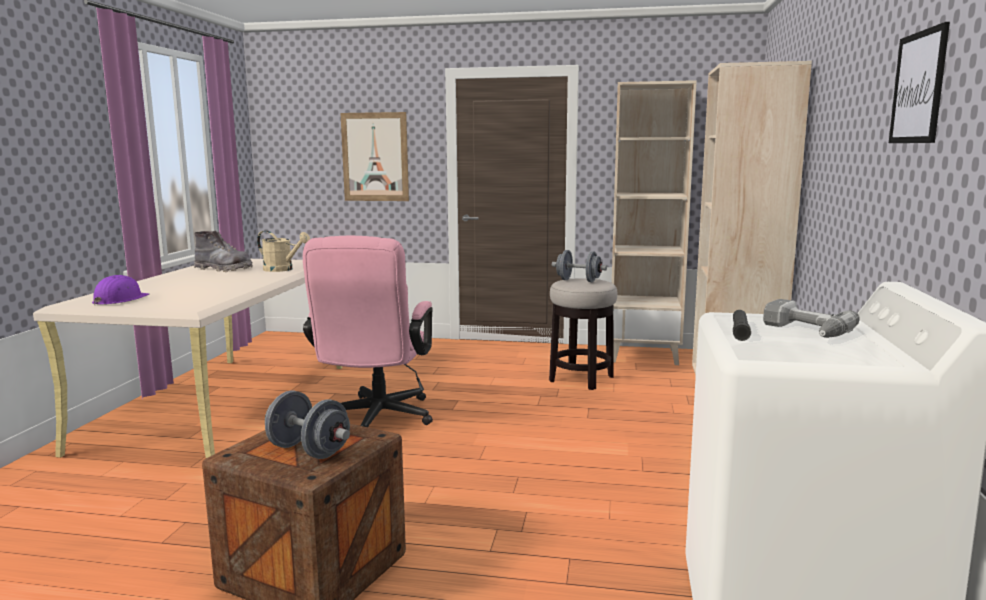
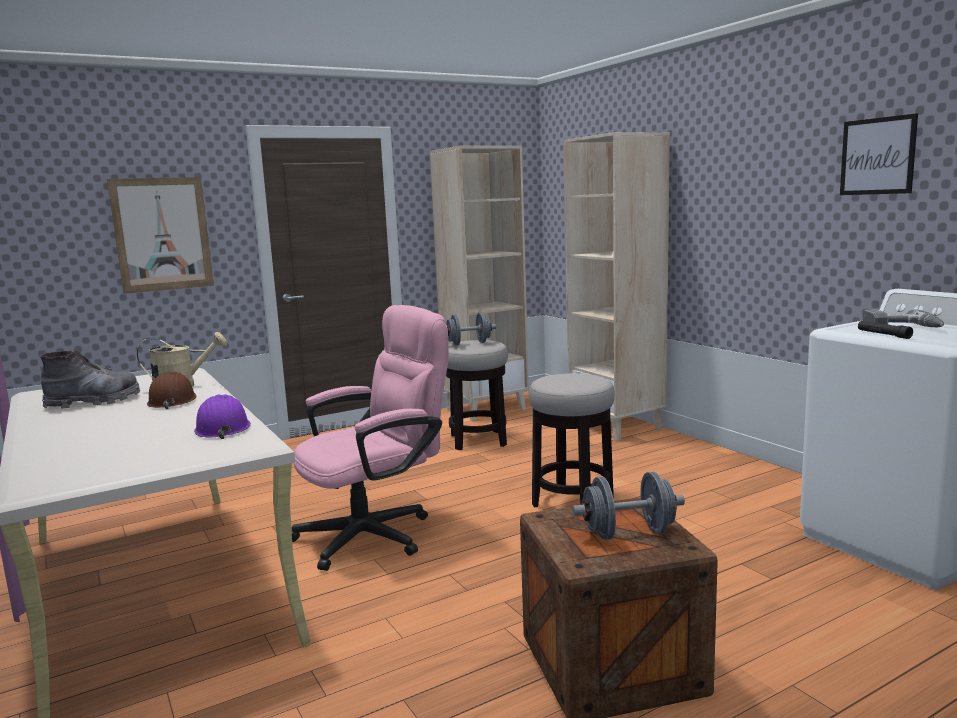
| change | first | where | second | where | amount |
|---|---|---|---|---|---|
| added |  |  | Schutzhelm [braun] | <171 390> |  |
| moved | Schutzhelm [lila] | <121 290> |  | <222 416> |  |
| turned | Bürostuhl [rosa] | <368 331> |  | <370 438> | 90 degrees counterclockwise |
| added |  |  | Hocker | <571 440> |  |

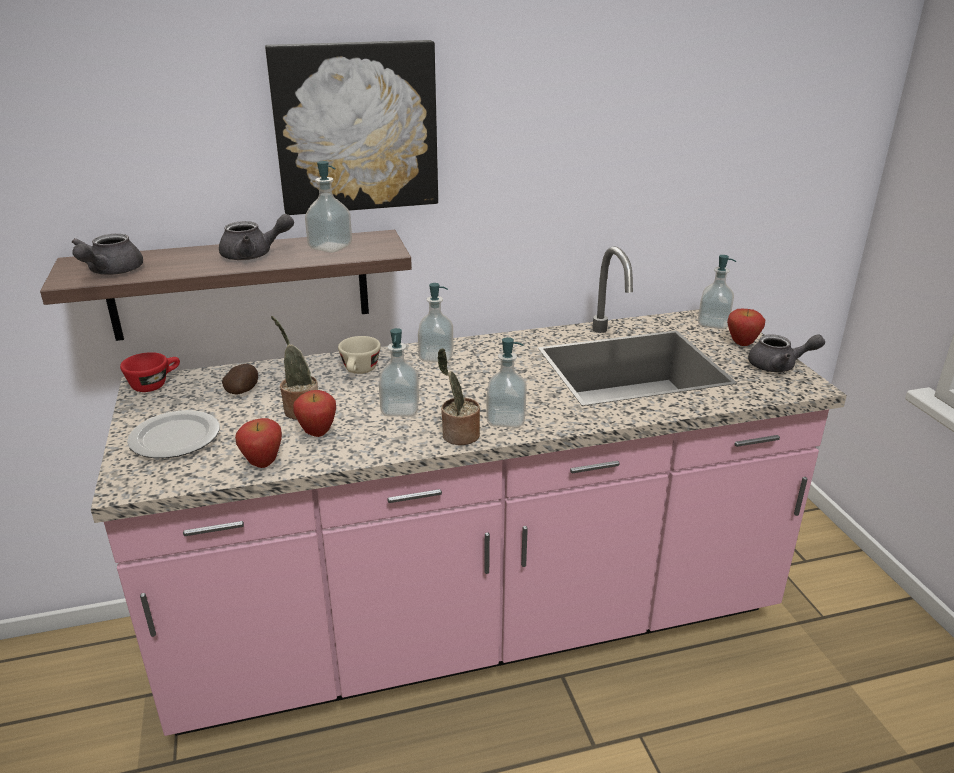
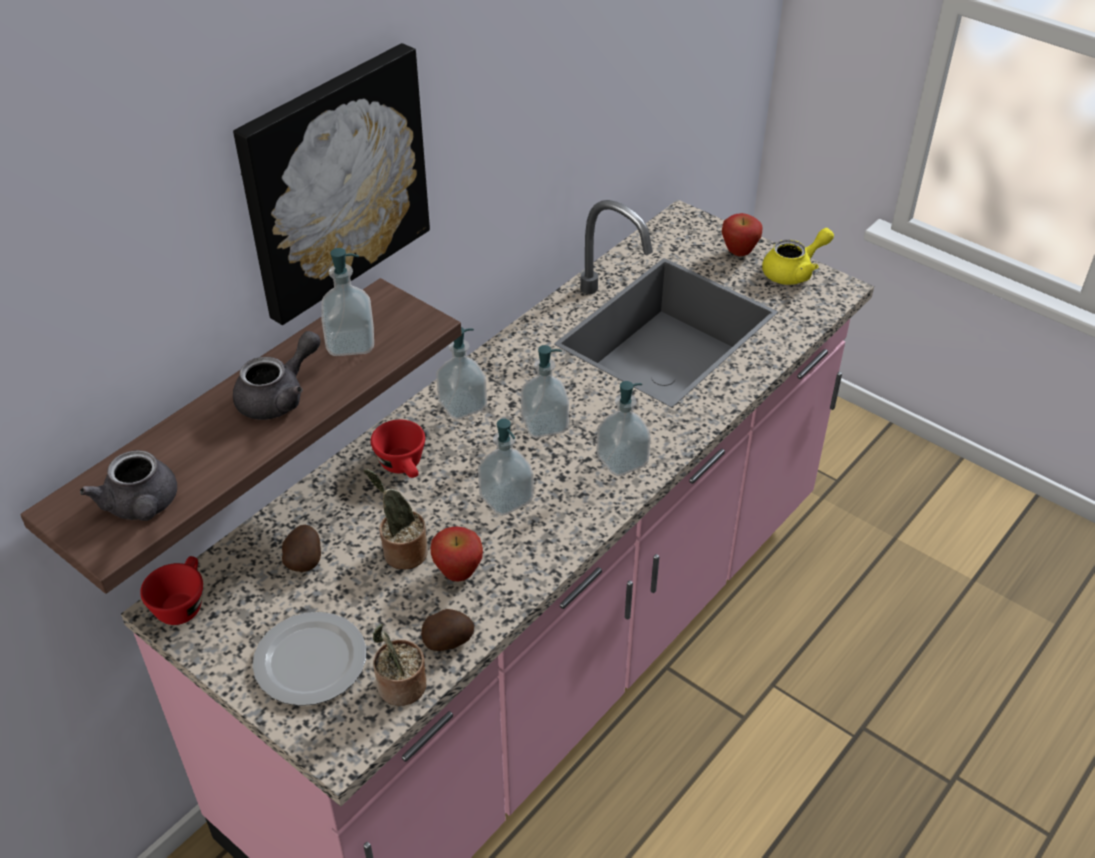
| change | first | where | second | where | amount |
|---|---|---|---|---|---|
| recoloured | Tasse [beige] | <359 355> | Tasse [rot] | <398 449> |  |
| moved | Topfpflanze | <458 396> |  | <399 665> |  |
| replaced | Apfel | <258 443> | Kartoffel | <447 630> |  |
| moved | Seifenspender | <717 292> |  | <545 391> |  |
| recoloured | Teekanne [grau] | <786 353> | Teekanne [gelb] | <798 256> |  |

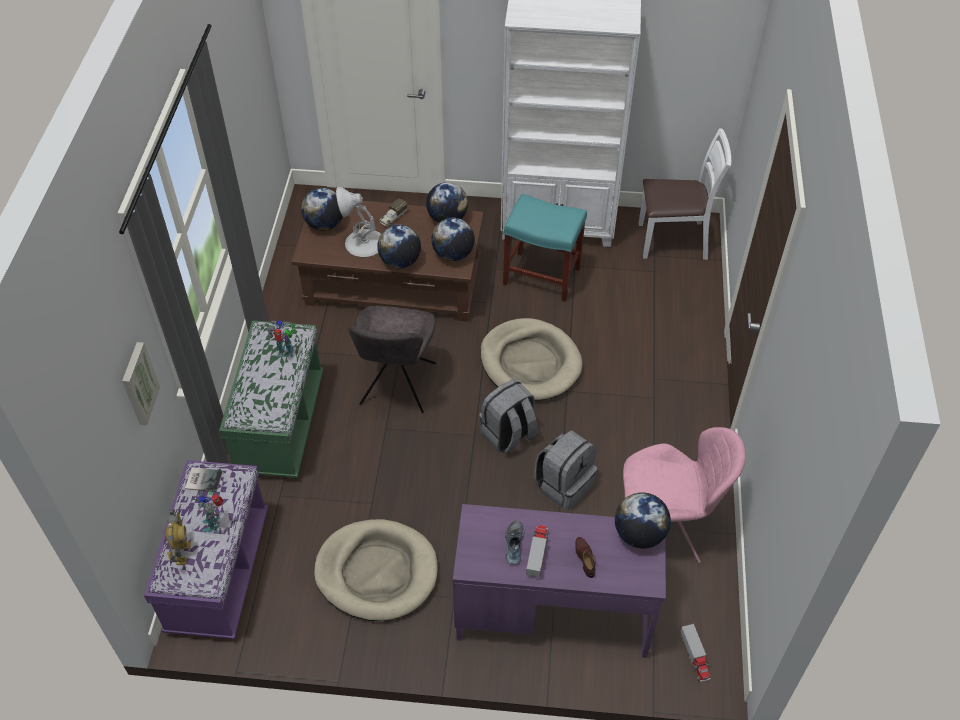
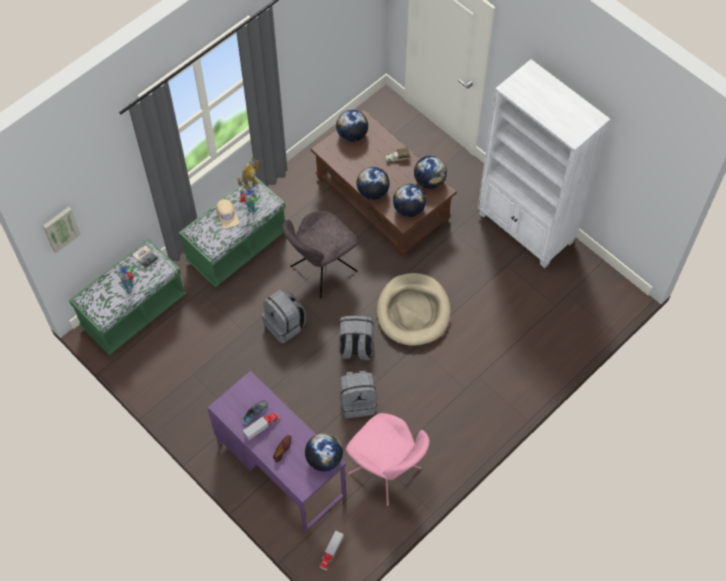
| change | first | where | second | where | amount |
|---|---|---|---|---|---|
| moved | Bild | <141 383> |  | <62 230> |  |
| recoloured | Bank [lila] | <206 549> | Bank [grün] | <127 297> |  |
| added |  |  | Kappe [beige] | <227 213> |  |
| moved | Spielzeugroboter | <178 537> |  | <248 173> |  |
| added |  |  | Rucksack [grau] | <284 317> |  |
| removed | Hundebett [beige] | <376 570> |  |  |  |
| removed | Tischlampe [weiß] | <358 222> |  |  |  |
| removed | Hocker [türkis] | <545 248> |  |  |  |
| removed | Stuhl [weiß] | <685 194> |  |  |  |

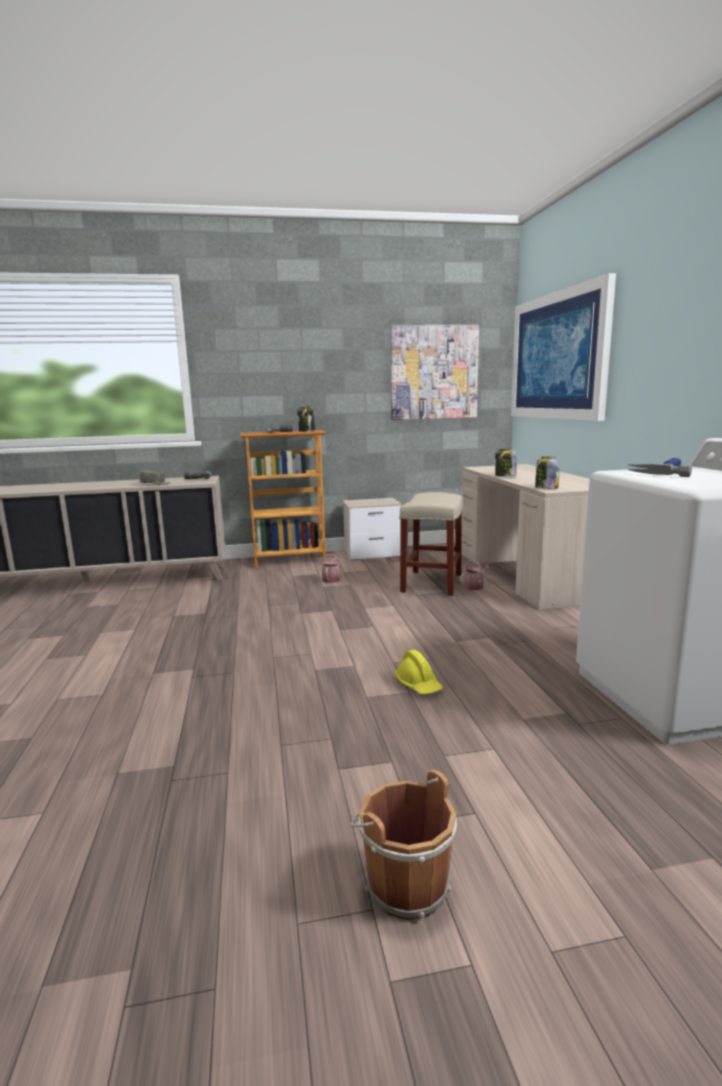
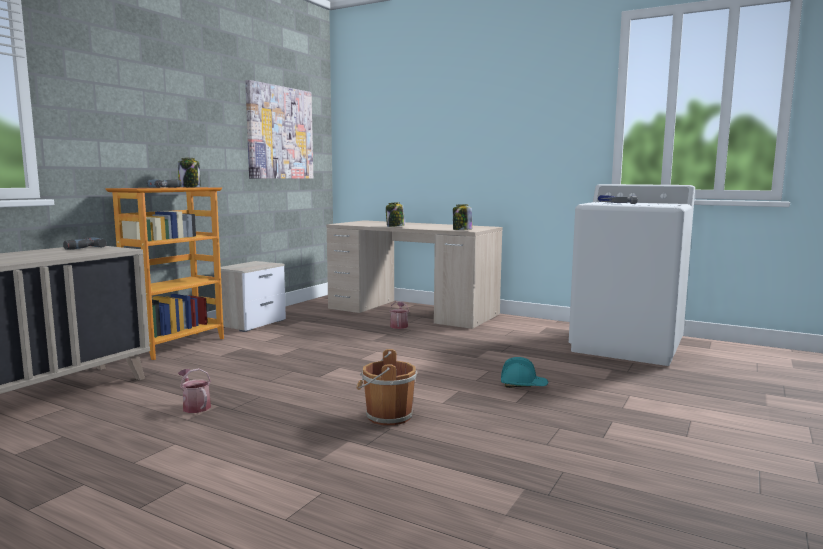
| change | first | where | second | where | amount |
|---|---|---|---|---|---|
| moved | Gießkanne | <330 568> |  | <194 390> |  |
| moved | Eimer [braun] | <404 845> |  | <386 387> |  |
| recoloured | Schutzhelm [gelb] | <418 672> | Schutzhelm [türkis] | <524 372> |  |
| removed | Kappe [grau] | <155 477> |  |  |  |
| removed | Hocker [beige] | <431 544> |  |  |  |
| removed | Bild | <563 347> |  |  |  |

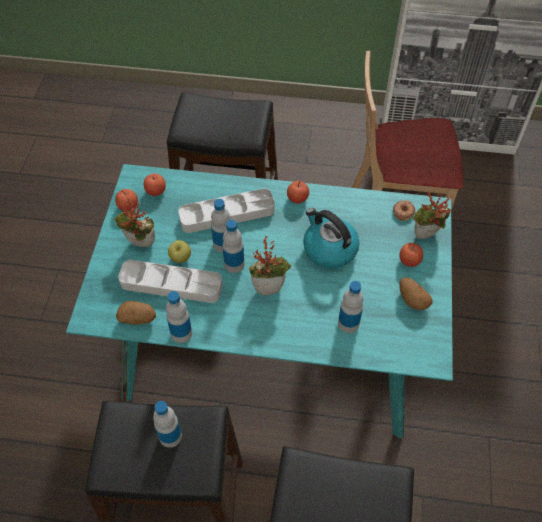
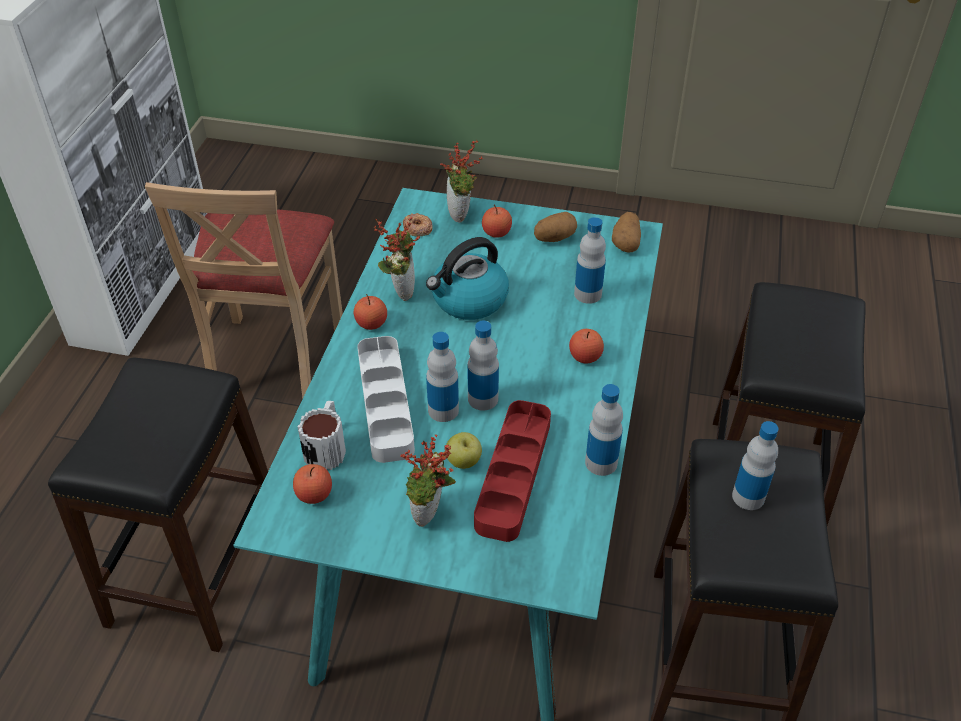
| change | first | where | second | where | amount |
|---|---|---|---|---|---|
| added |  |  | Henkelbecher | <322 435> |  |
| moved | Topfpflanze | <270 265> |  | <396 259> |  |
| recoloured | Tablett [grau] | <170 281> | Tablett [rot] | <512 471> |  |
| moved | Apfel | <126 200> |  | <586 346> |  |
| moved | Kartoffel | <136 312> |  | <626 232> |  |

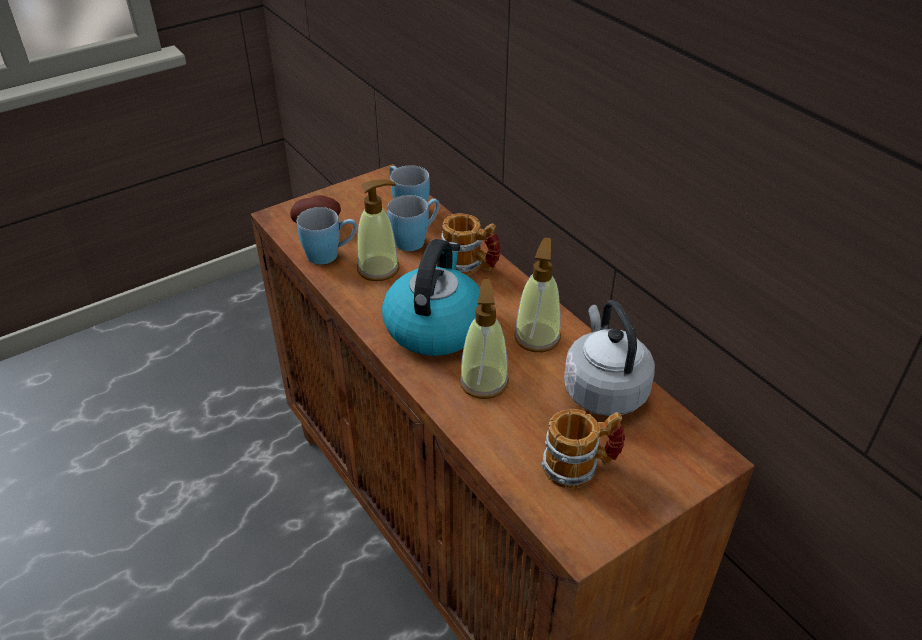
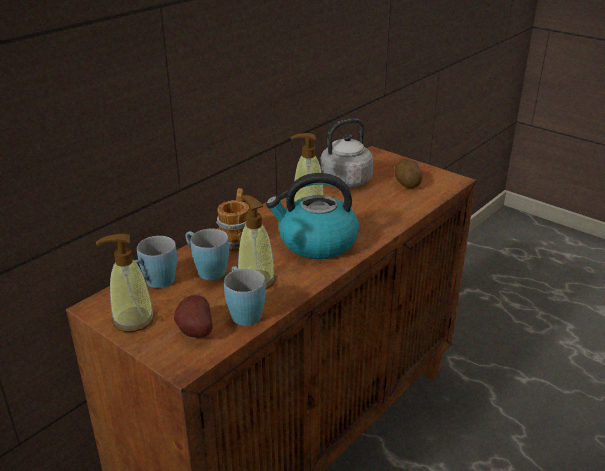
| change | first | where | second | where | amount |
|---|---|---|---|---|---|
| moved | Seifenspender | <484 339> |  | <125 283> |  |
| replaced | Henkelbecher | <583 449> | Kartoffel | <408 173> |  |

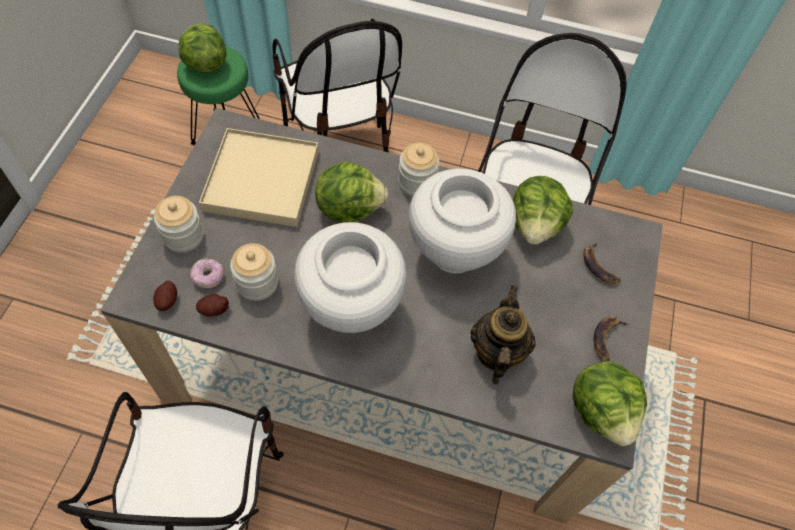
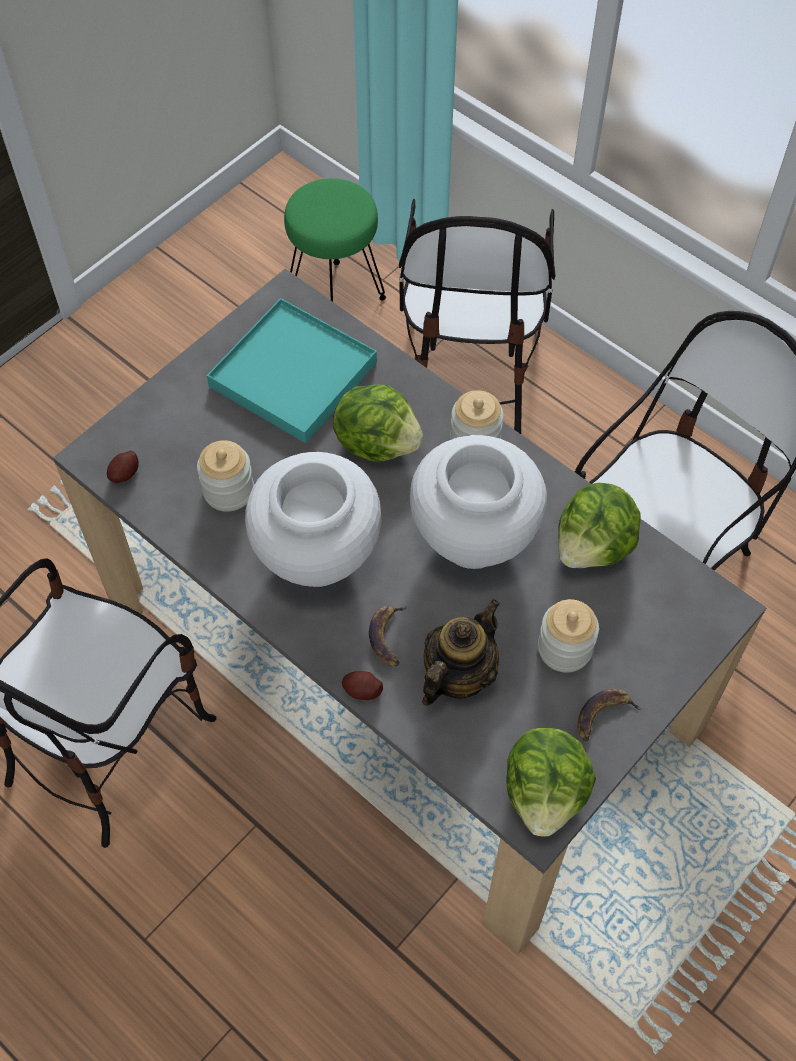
| change | first | where | second | where | amount |
|---|---|---|---|---|---|
| recoloured | Tablett [beige] | <259 177> | Tablett [türkis] | <292 370> |  |
| moved | Kartoffel | <212 305> |  | <362 685> |  |
| moved | Banane | <602 263> |  | <388 636> |  |
| moved | Vorratsglas | <179 224> |  | <568 636> |  |
| removed | Salatkopf | <202 48> |  |  |  |
| removed | Donut | <207 273> |  |  |  |

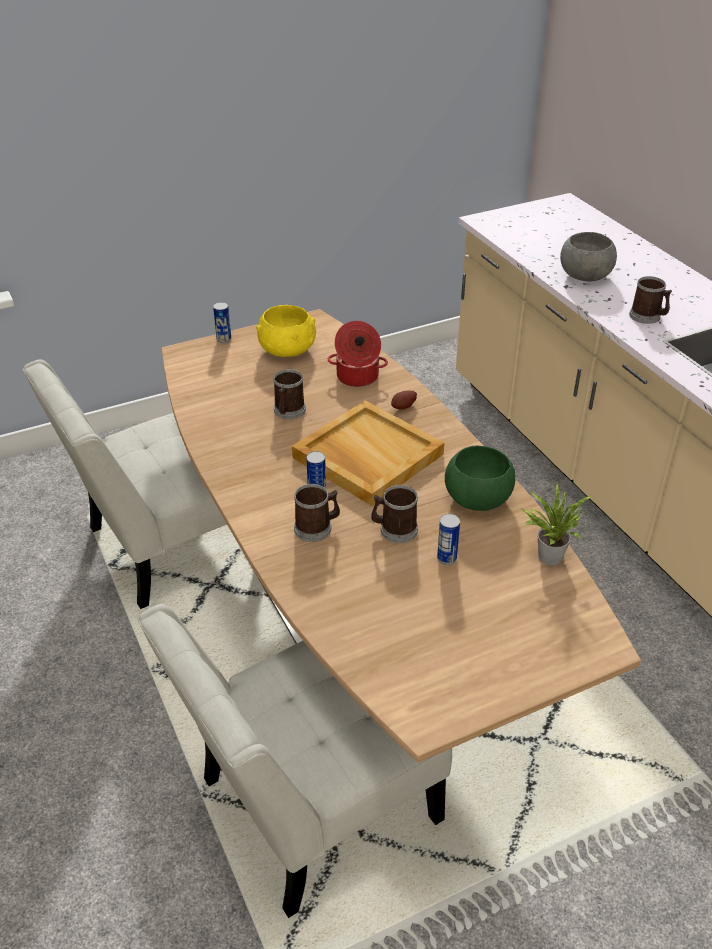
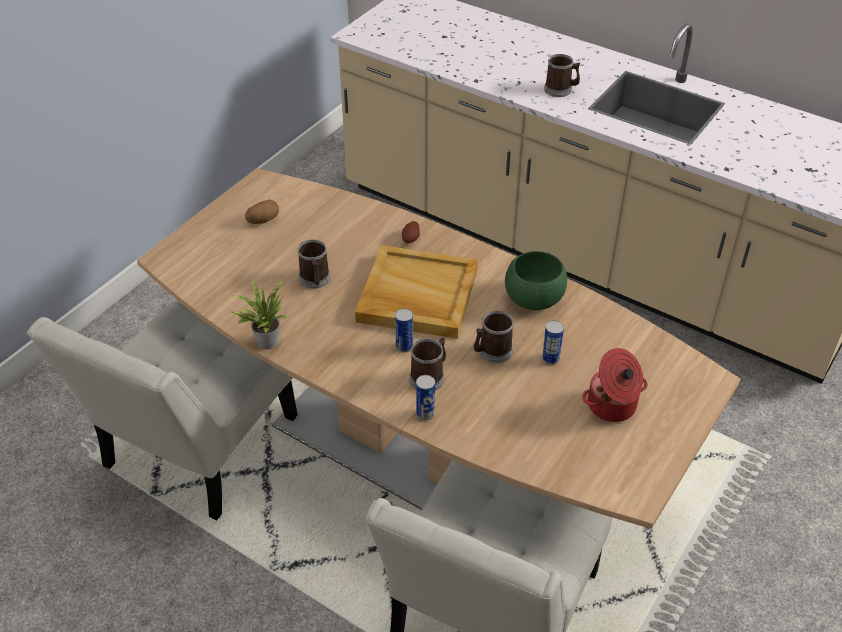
| change | first | where | second | where | amount |
|---|---|---|---|---|---|
| moved | Topfpflanze | <556 524> |  | <259 314> |  |
| replaced | Schüssel [gelb] | <286 331> | Kartoffel | <262 211> |  |
| moved | Dose | <222 322> |  | <425 397> |  |
| moved | Kochtopf | <358 354> |  | <615 385> |  |
| removed | Schüssel [grau] | <588 257> |  |  |  |

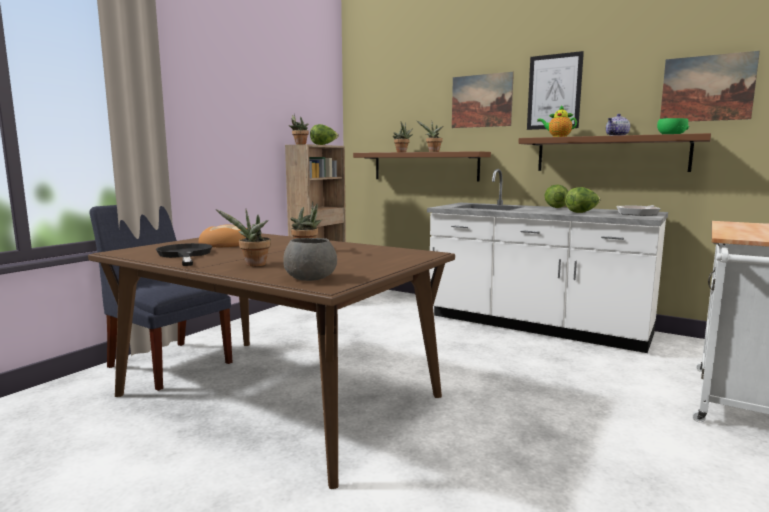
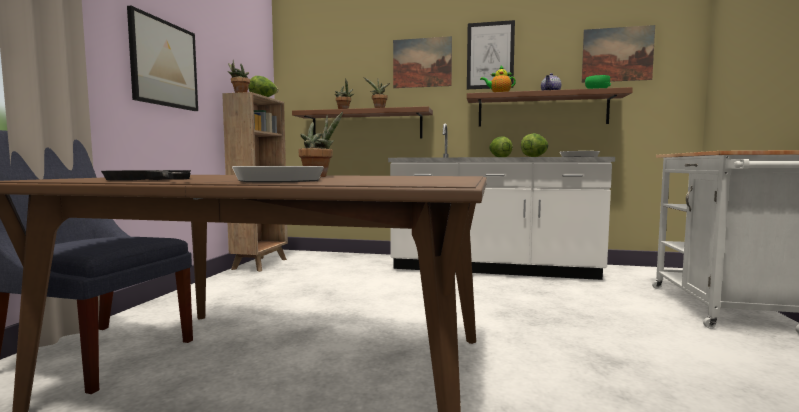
| change | first | where | second | where | amount |
|---|---|---|---|---|---|
| added |  |  | Bild | <162 58> |  |
| replaced | Topfpflanze | <243 237> | Pfanne | <278 174> |  |
| removed | Brot | <222 235> |  |  |  |
| removed | Schüssel [grau] | <310 259> |  |  |  |

